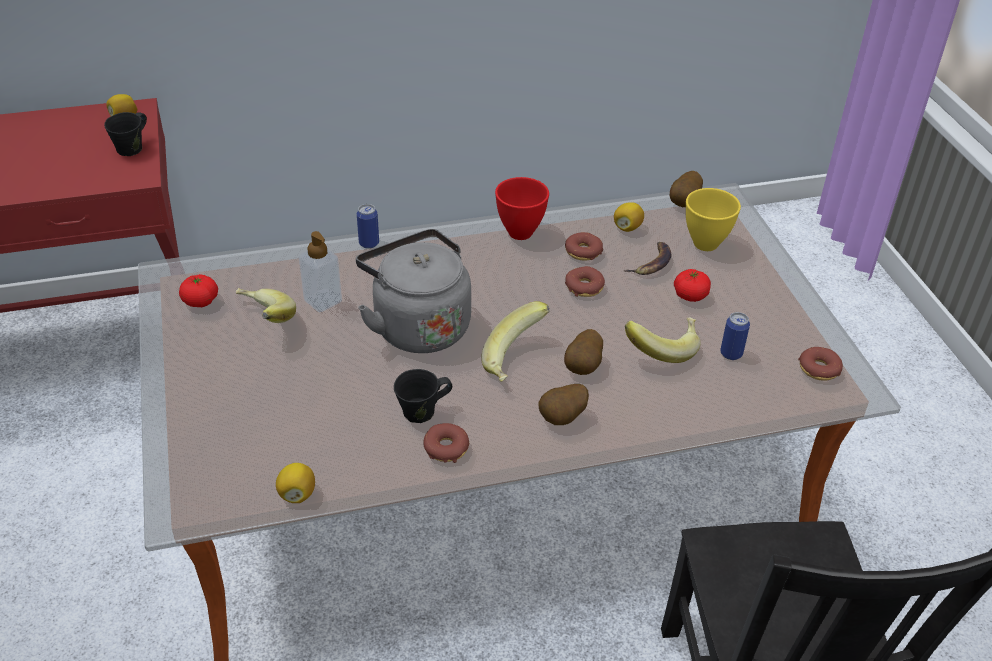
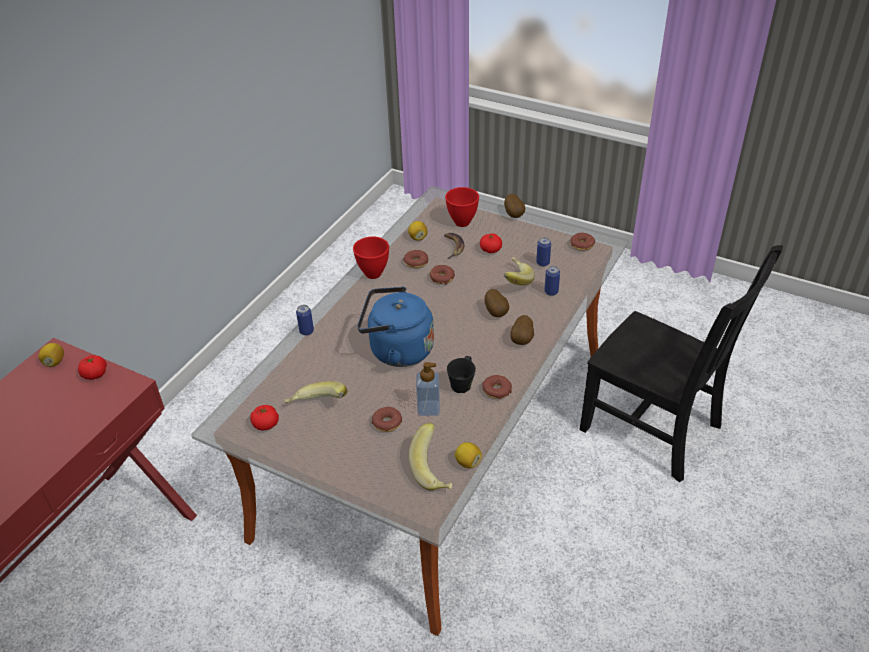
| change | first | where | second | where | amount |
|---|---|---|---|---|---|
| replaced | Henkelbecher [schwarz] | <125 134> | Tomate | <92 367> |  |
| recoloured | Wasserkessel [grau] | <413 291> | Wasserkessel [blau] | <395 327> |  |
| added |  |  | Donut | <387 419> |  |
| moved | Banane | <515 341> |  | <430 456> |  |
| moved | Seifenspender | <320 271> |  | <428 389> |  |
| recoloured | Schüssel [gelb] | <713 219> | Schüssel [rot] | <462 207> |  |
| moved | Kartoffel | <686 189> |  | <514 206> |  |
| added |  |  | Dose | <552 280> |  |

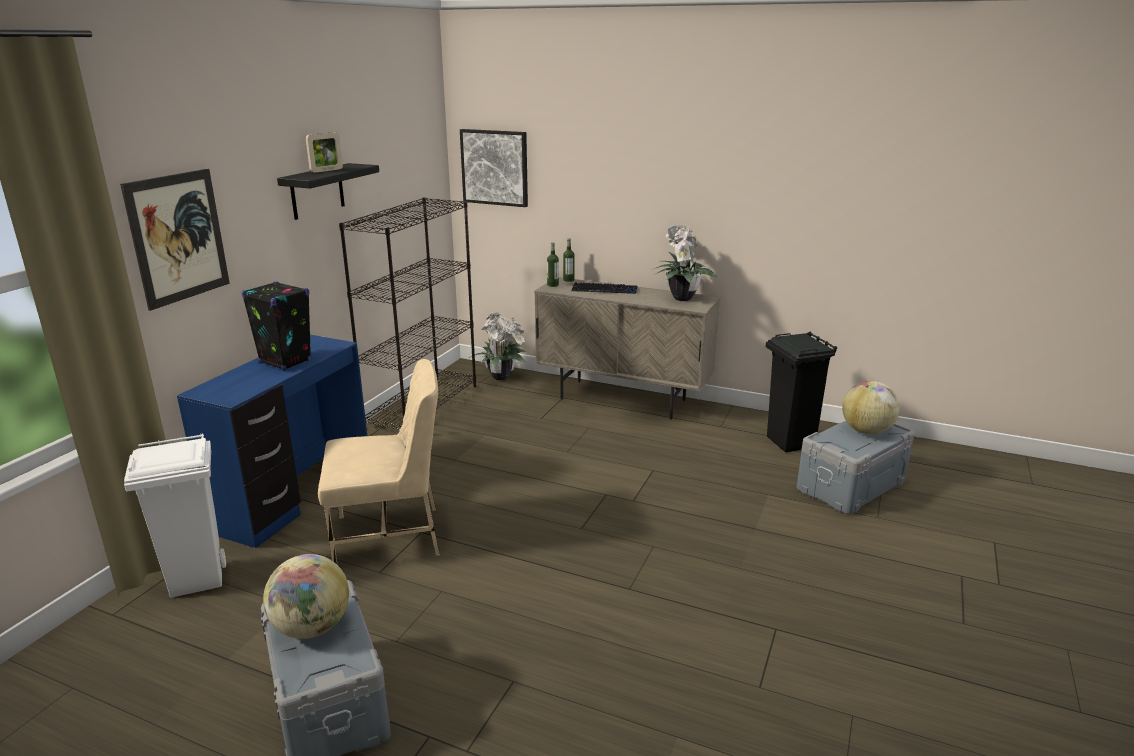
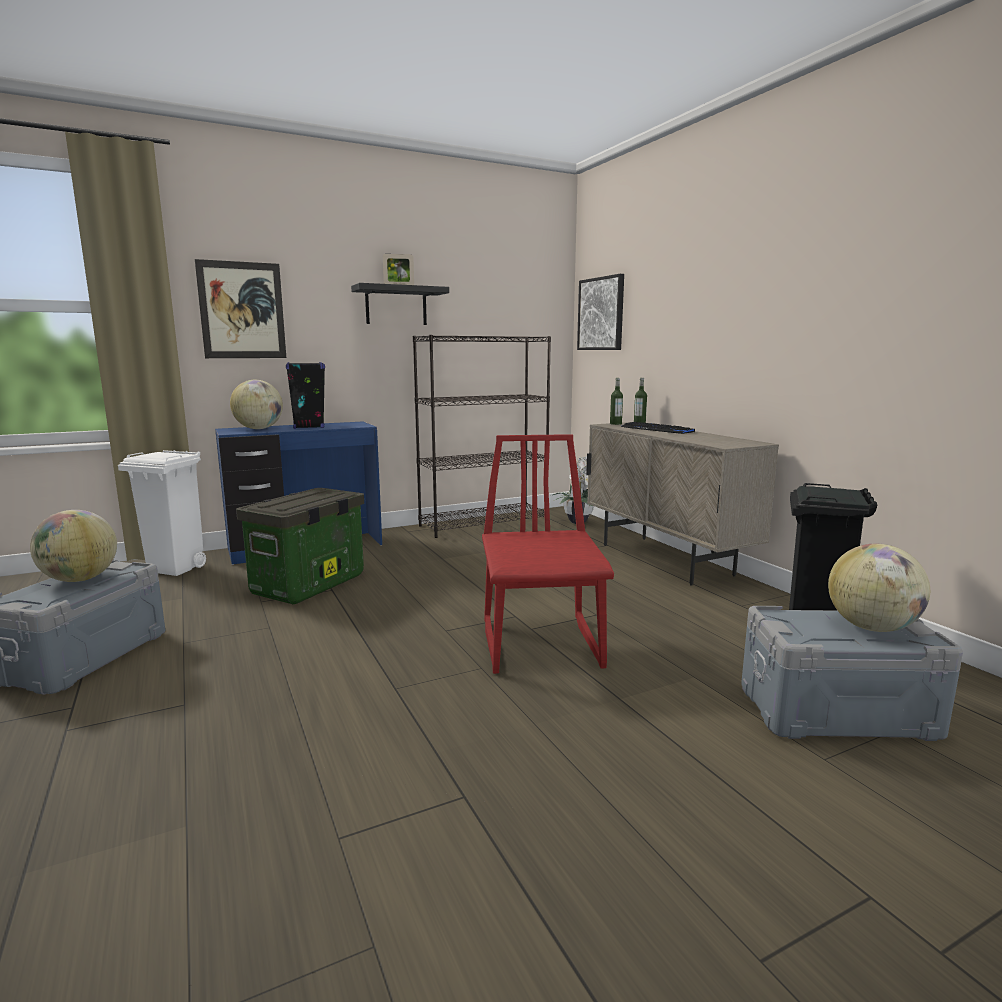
| change | first | where | second | where | amount |
|---|---|---|---|---|---|
| added |  |  | Globus | <256 404> |  |
| replaced | Stuhl [beige] | <379 461> | Aufbewahrungsbox | <300 546> |  |
| added |  |  | Stuhl [rot] | <548 554> |  |
| removed | Topfpflanze | <686 262> |  |  |  |

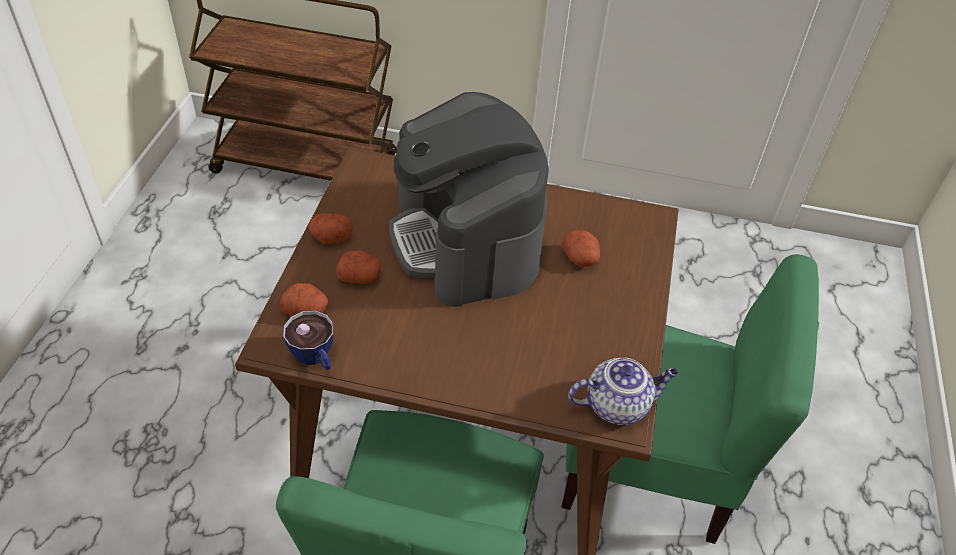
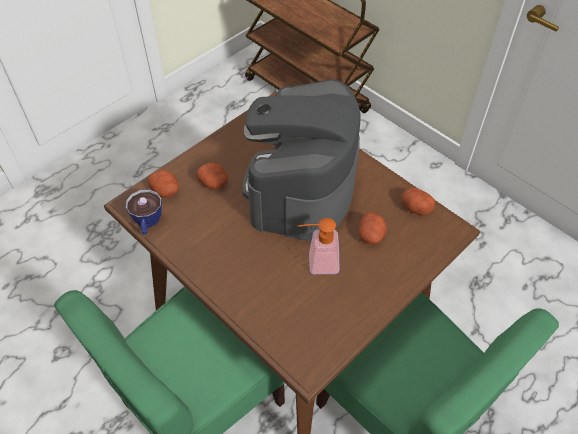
| change | first | where | second | where | amount |
|---|---|---|---|---|---|
| added |  |  | Seifenspender | <318 246> |  |
| moved | Kartoffel | <330 228> |  | <418 201> |  |
| removed | Teekanne | <623 391> |  |  |  |

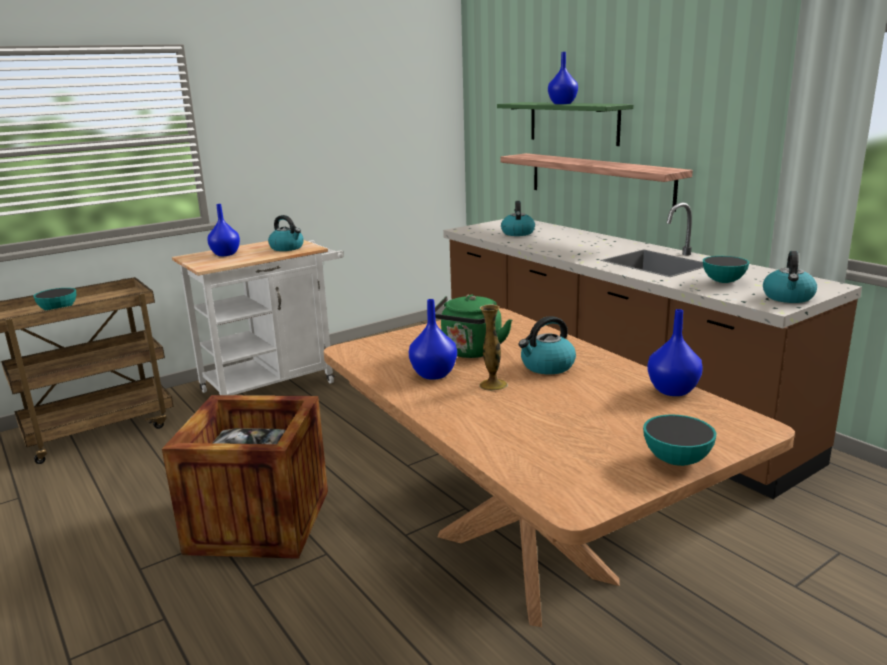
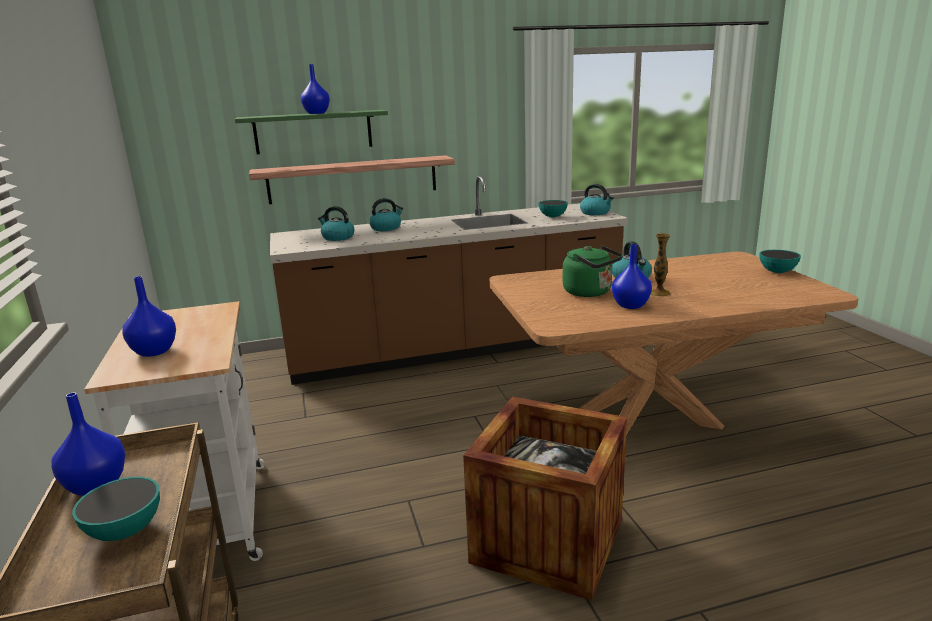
| change | first | where | second | where | amount |
|---|---|---|---|---|---|
| moved | Vase [blau] | <675 352> |  | <88 444> |  |
| moved | Wasserkessel | <286 233> |  | <386 214> |  |

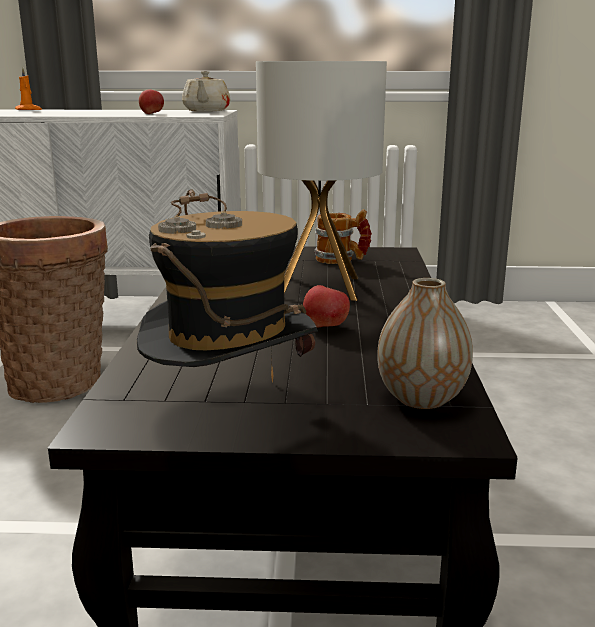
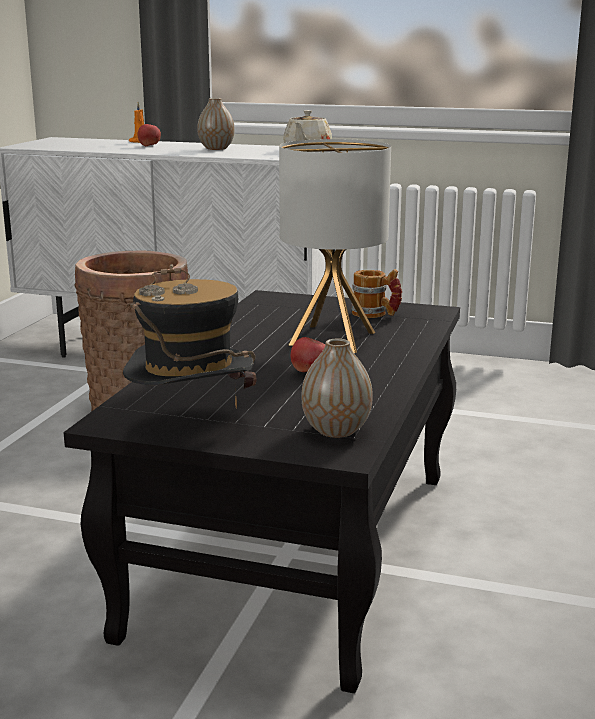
| change | first | where | second | where | amount |
|---|---|---|---|---|---|
| moved | Apfel | <151 101> |  | <149 135> |  |
| added |  |  | Vase | <216 124> |  |

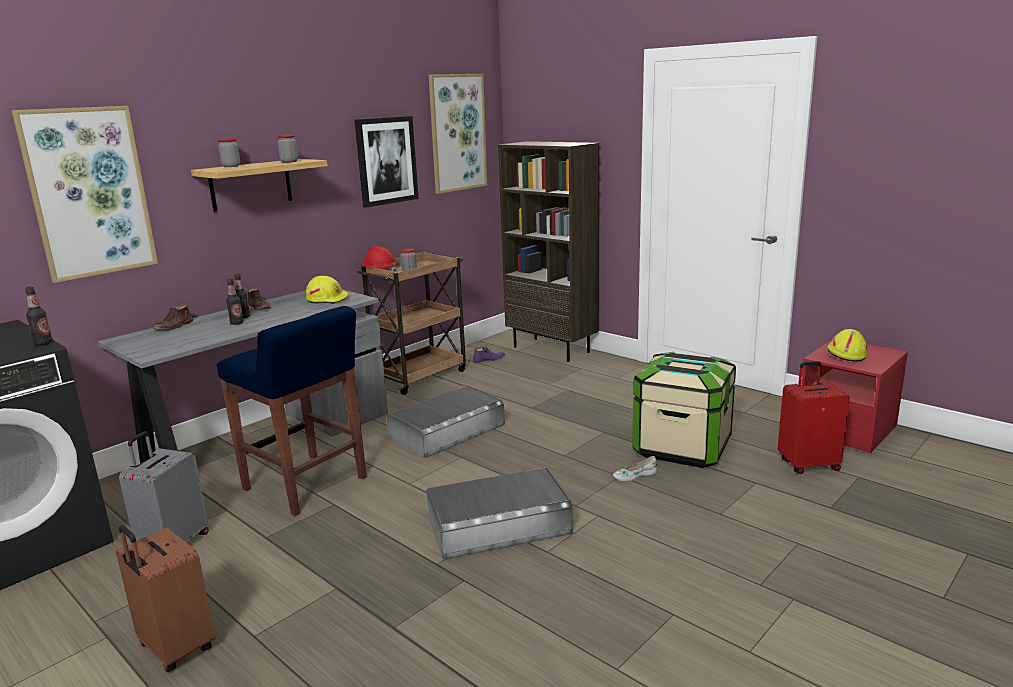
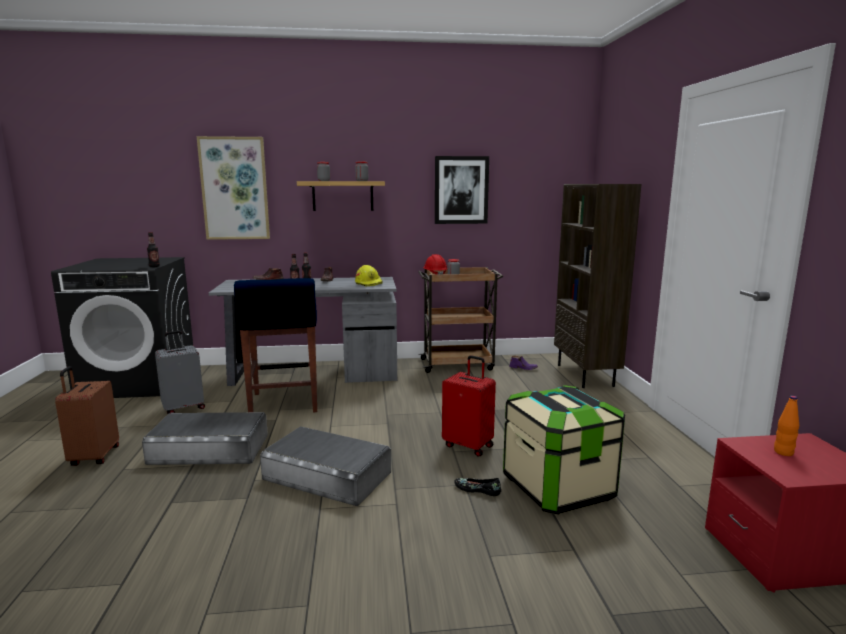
| change | first | where | second | where | amount |
|---|---|---|---|---|---|
| moved | Aufbewahrungsbox [grau] | <446 422> |  | <205 438> |  |
| moved | Koffer [rot] | <814 417> |  | <469 406> |  |
| recoloured | Schuh [weiß] | <635 468> | Schuh [schwarz] | <477 487> |  |
| replaced | Schutzhelm [gelb] | <847 345> | Flasche [orange] | <786 425> |  |
| removed | Bild | <458 134> |  |  |  |

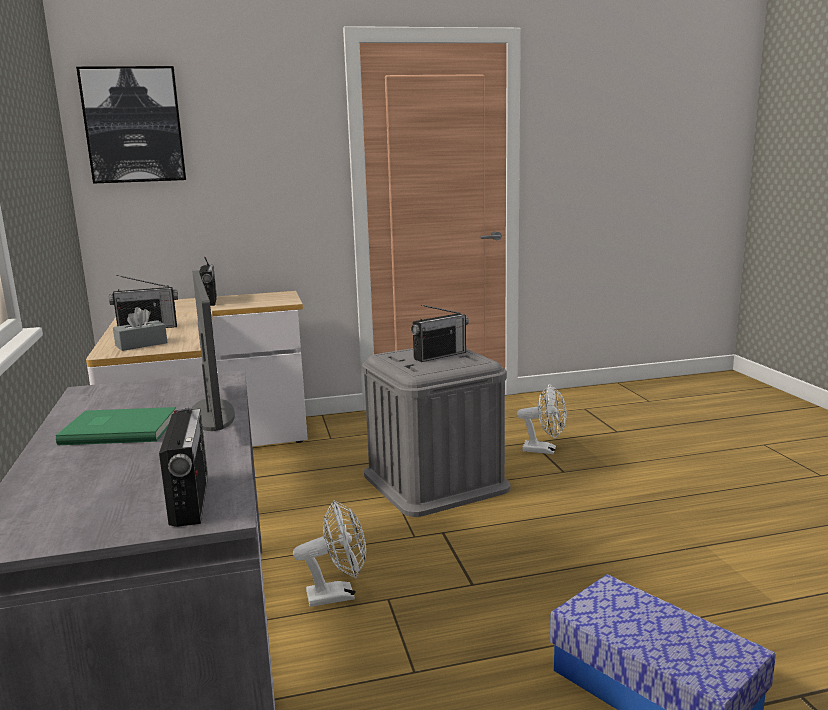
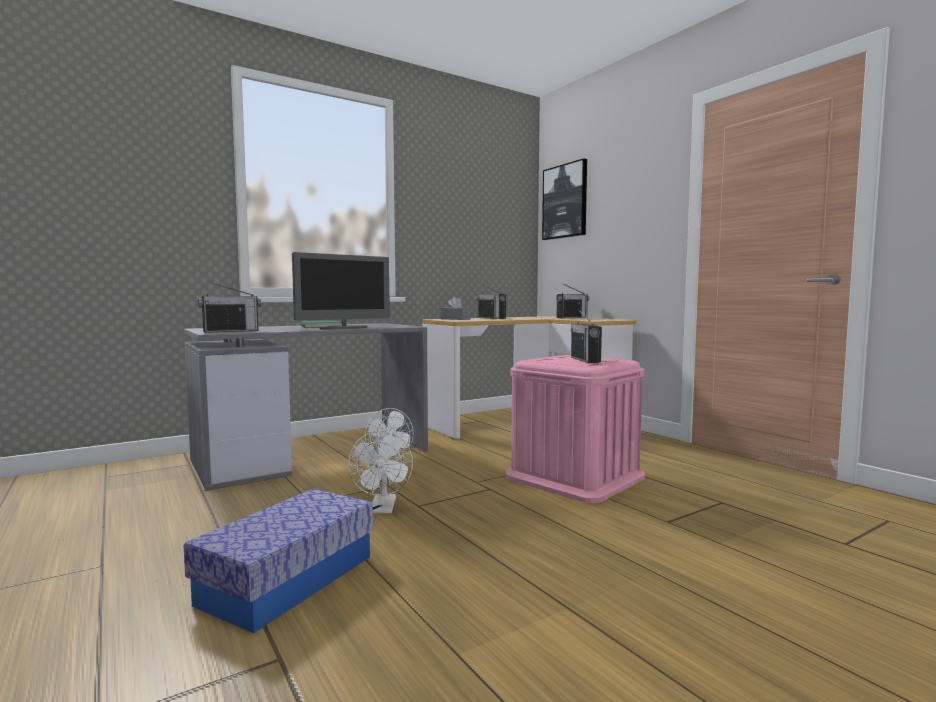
| change | first | where | second | where | amount |
|---|---|---|---|---|---|
| moved | Ventilator [weiß] | <542 419> |  | <380 471> |  |
| recoloured | Aufbewahrungsbox [grau] | <436 432> | Aufbewahrungsbox [rosa] | <575 429> |  |
| turned | Radio | <440 333> |  | <586 336> | 45 degrees clockwise |

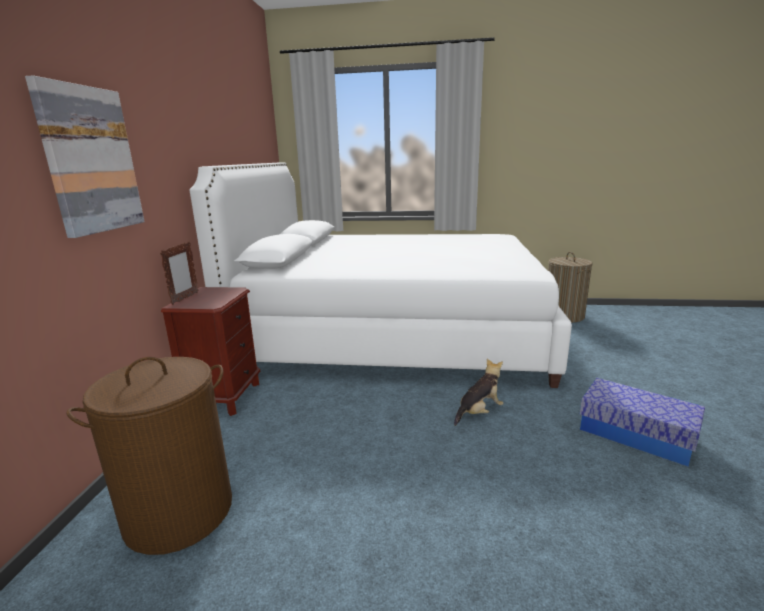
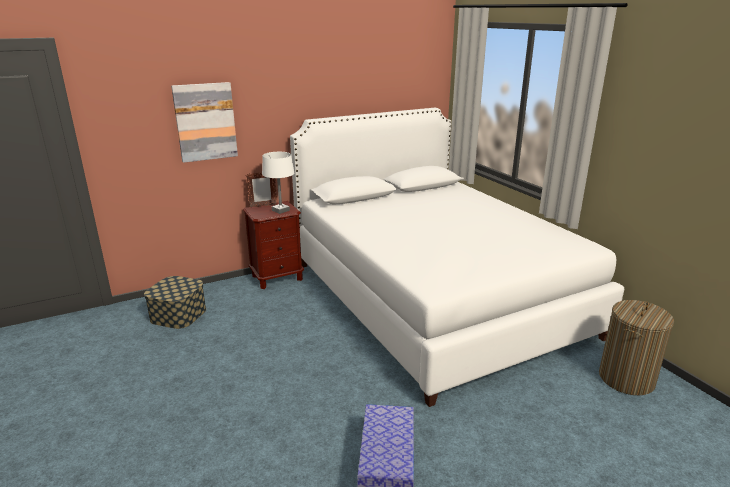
| change | first | where | second | where | amount |
|---|---|---|---|---|---|
| replaced | Wäschekorb [braun] | <149 456> | Aufbewahrungsbox | <175 302> |  |
| added |  |  | Tischlampe [weiß] | <278 183> |  |
| removed | Plüschtier | <478 392> |  |  |  |

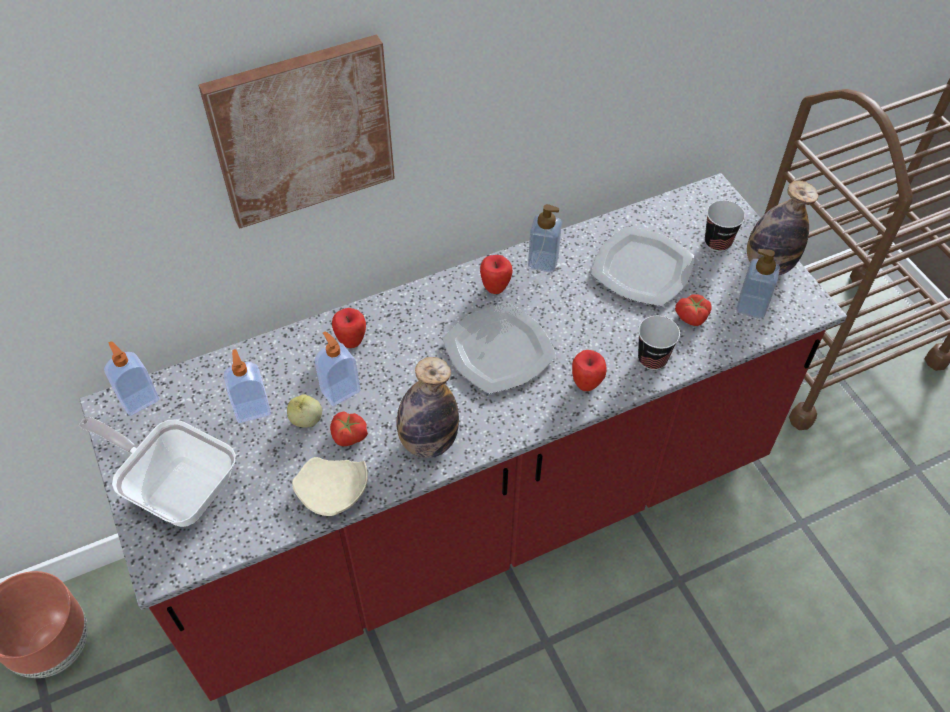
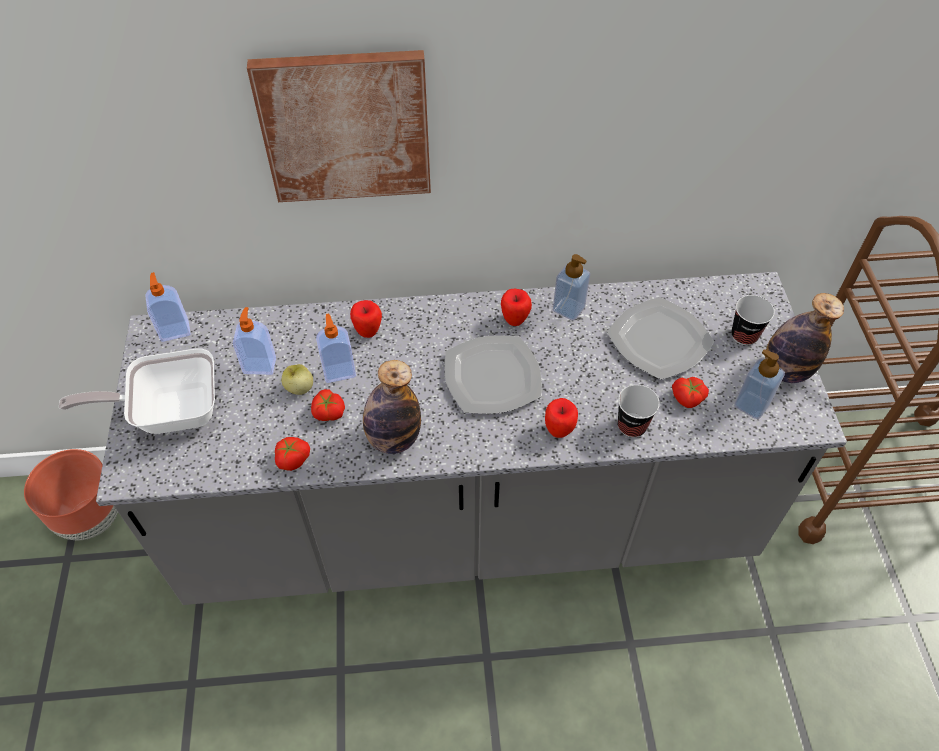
| change | first | where | second | where | amount |
|---|---|---|---|---|---|
| turned | Pfanne | <157 472> |  | <137 391> | 60 degrees counterclockwise |
| recoloured | Küchenzeile [rot] | <463 437> | Küchenzeile [grau] | <471 438> |  |
| replaced | Teller [beige] | <330 486> | Tomate | <292 454> |  |

